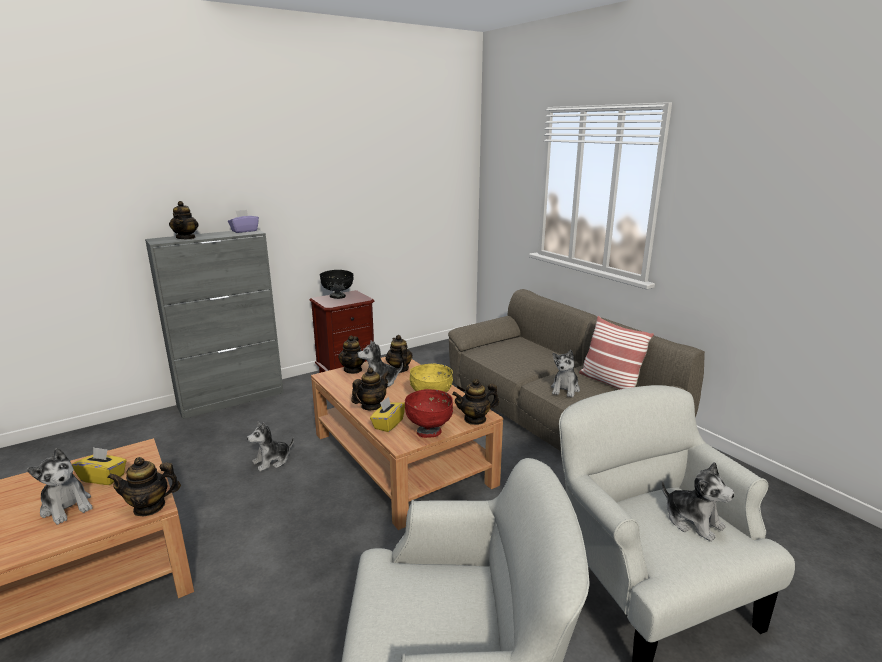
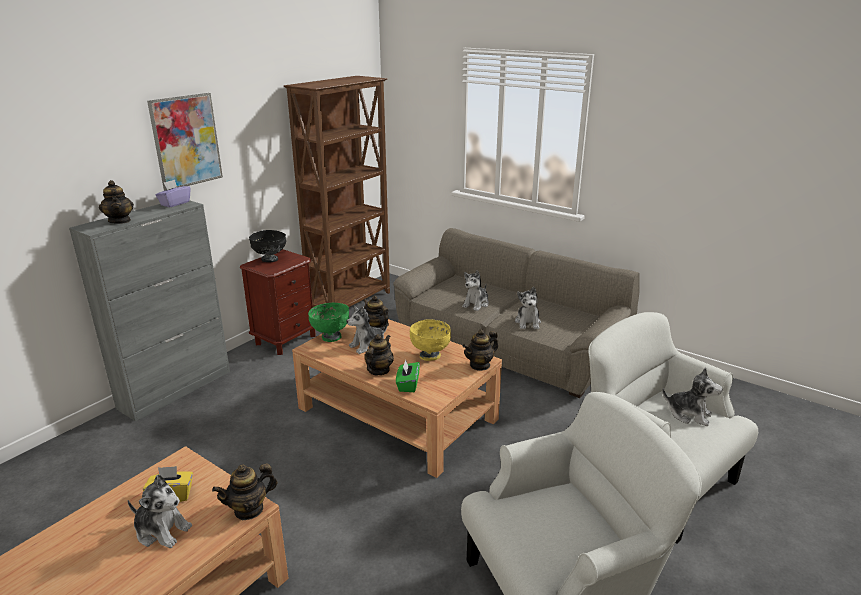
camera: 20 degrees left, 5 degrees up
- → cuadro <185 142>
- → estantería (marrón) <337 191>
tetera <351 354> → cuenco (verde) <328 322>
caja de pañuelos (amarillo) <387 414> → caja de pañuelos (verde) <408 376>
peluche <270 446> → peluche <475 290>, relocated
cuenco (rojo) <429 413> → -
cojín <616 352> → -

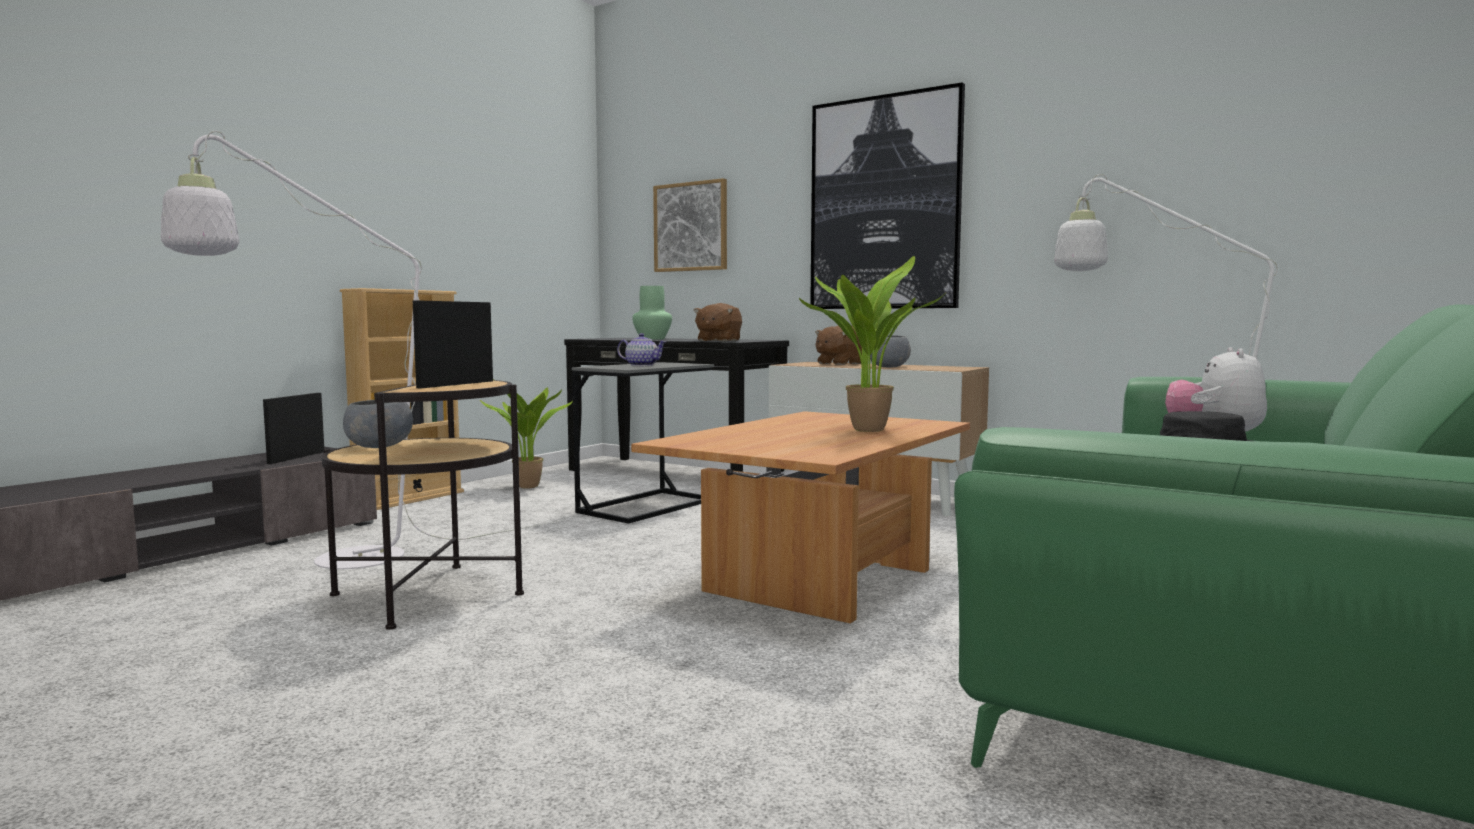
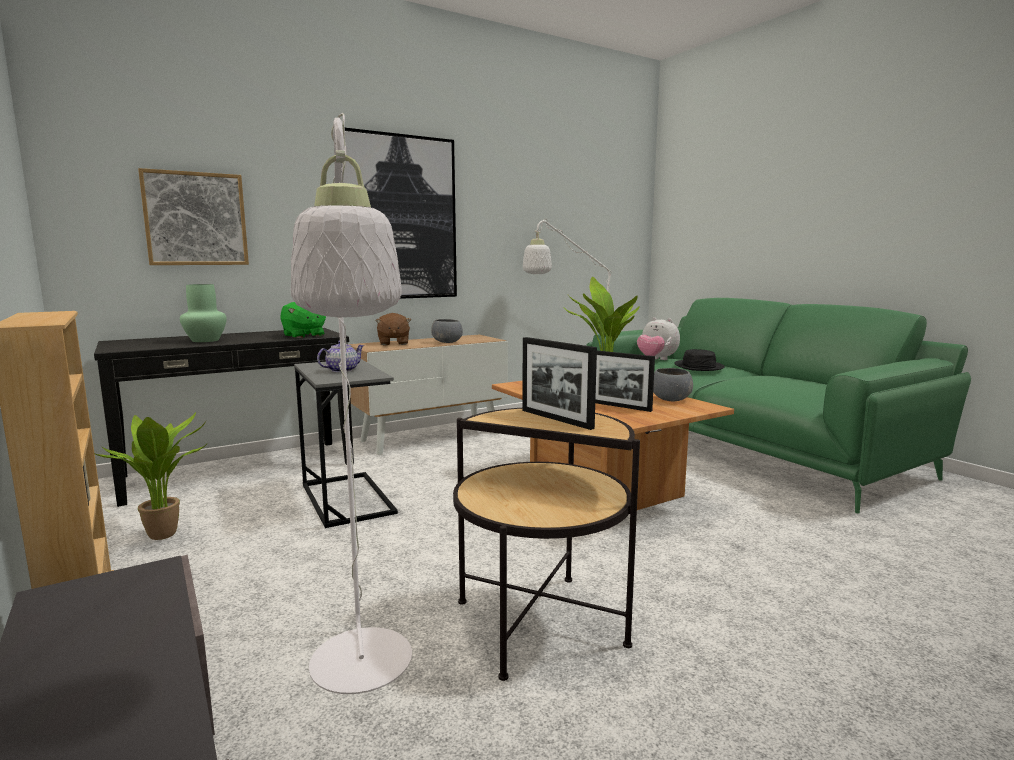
camera: 65 degrees left, 5 degrees up
peluche (marrón) <717 322> → peluche (verde) <303 320>
portarretratos <293 428> → portarretratos <625 381>, relocated
cuenco (gris) <378 424> → cuenco (gris) <673 384>, relocated

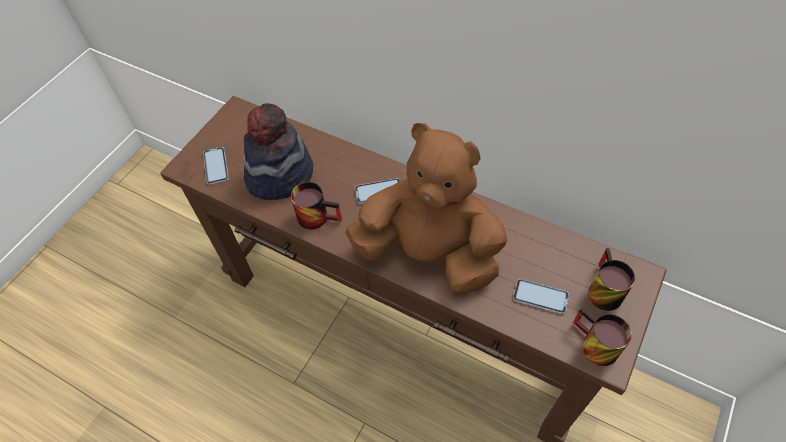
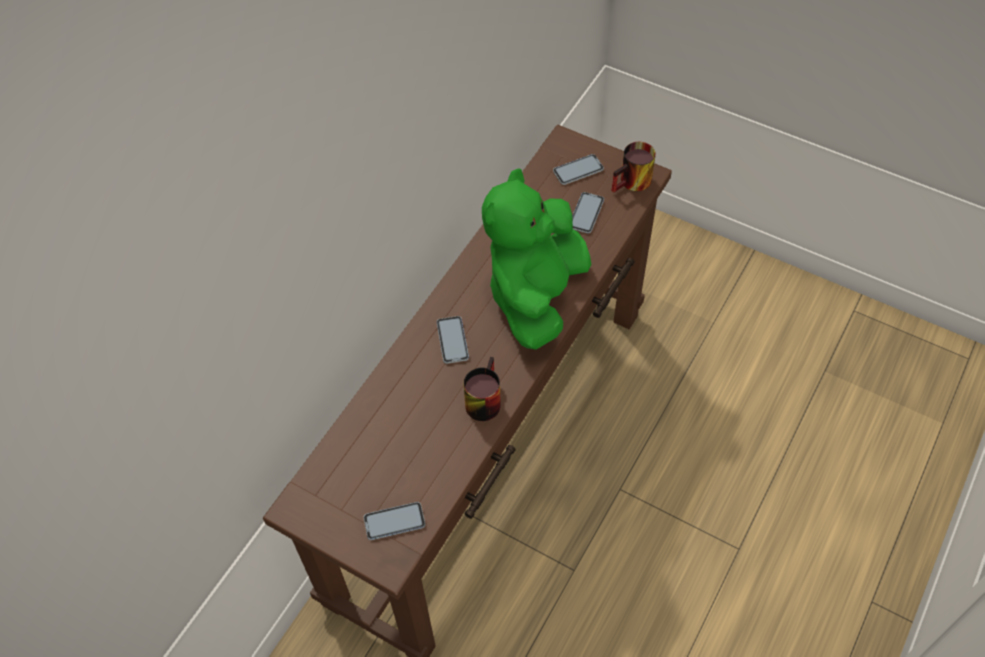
camera: 90 degrees left, 0 degrees up
peluche (marrón) <426 208> → peluche (verde) <536 259>
taza grande <611 279> → móvil <578 169>
sombrero <278 151> → -

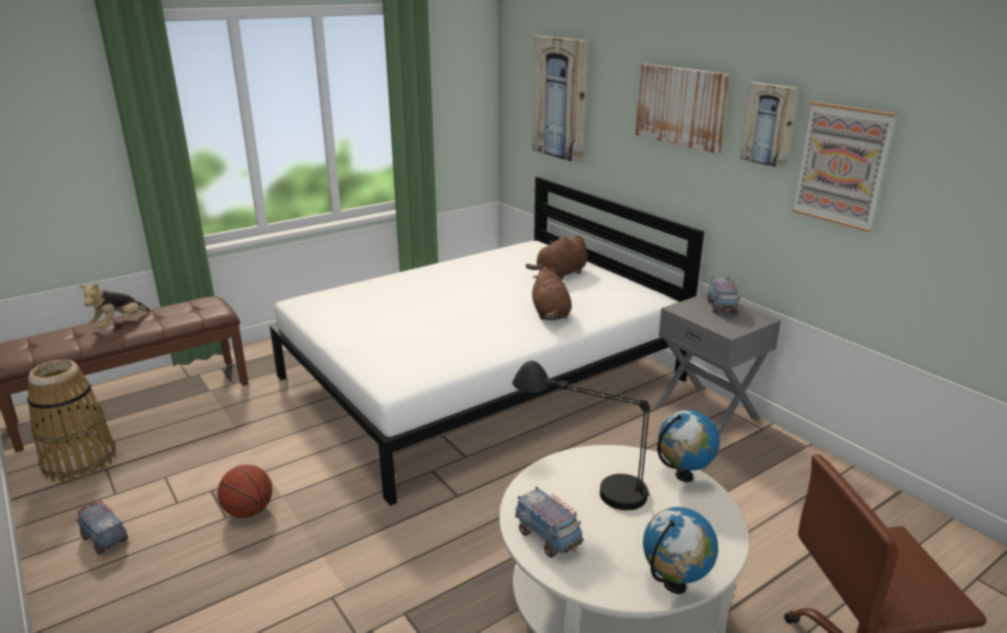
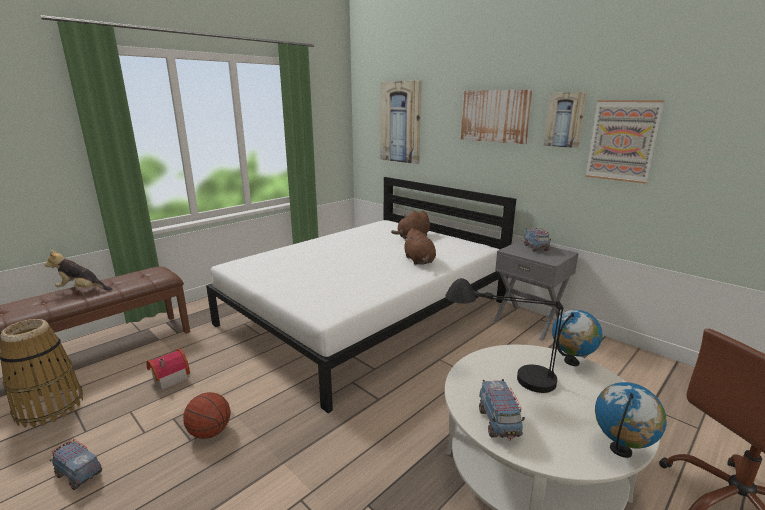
camera: 10 degrees left, 5 degrees down
peluche <114 305> → peluche <78 270>, 75 degrees clockwise
- → casita <168 370>
camión de juguete <549 522> → camión de juguete <502 410>, 45 degrees clockwise

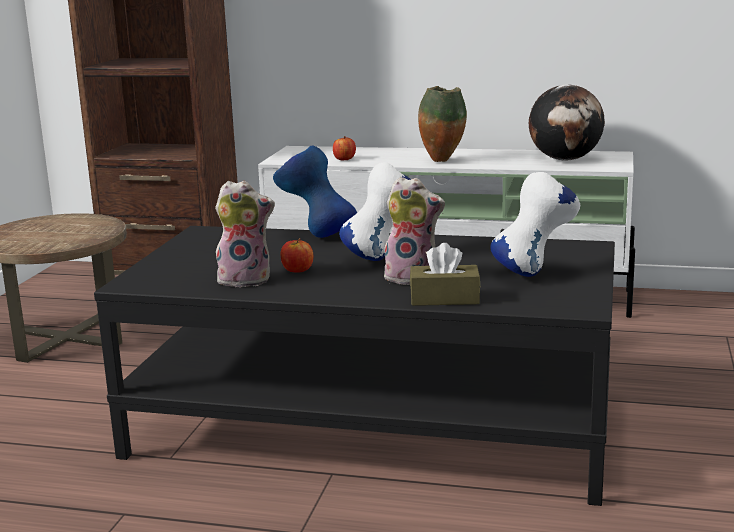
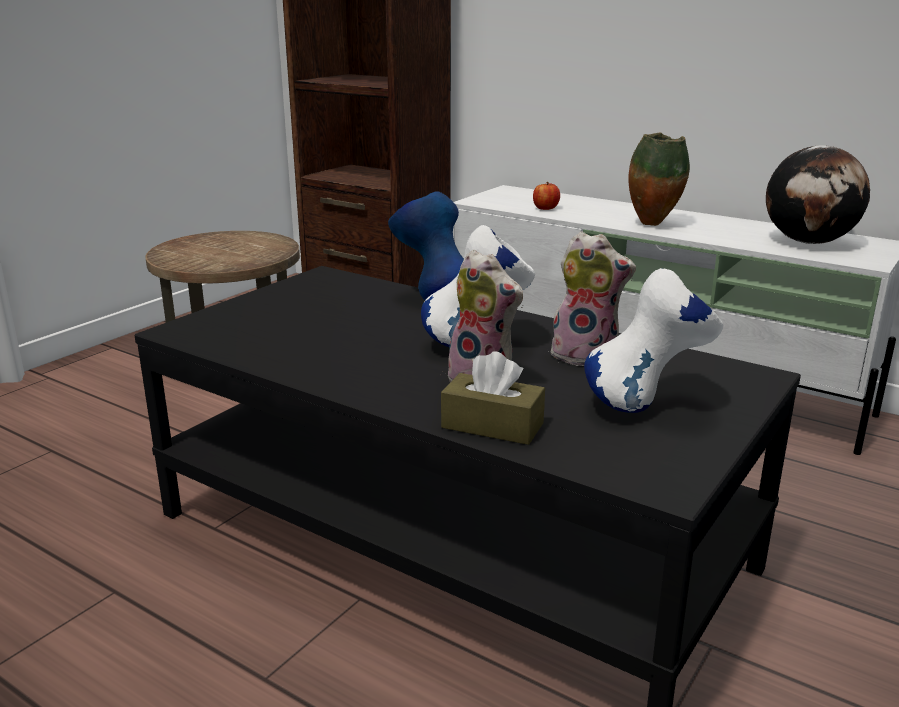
camera: 20 degrees right, 5 degrees up
peluche <245 234> → peluche <591 299>, relocated
manzana <297 255> → -

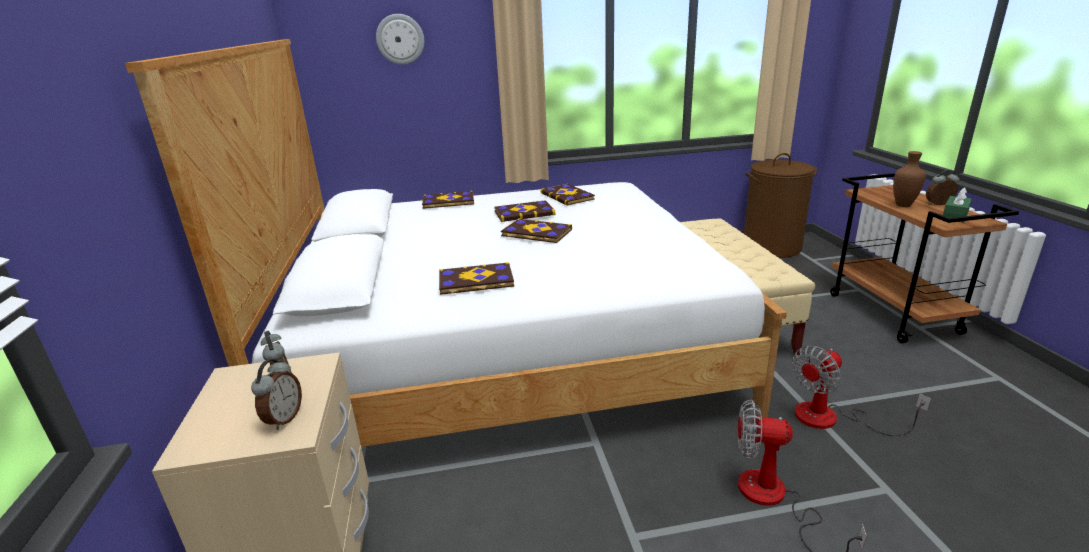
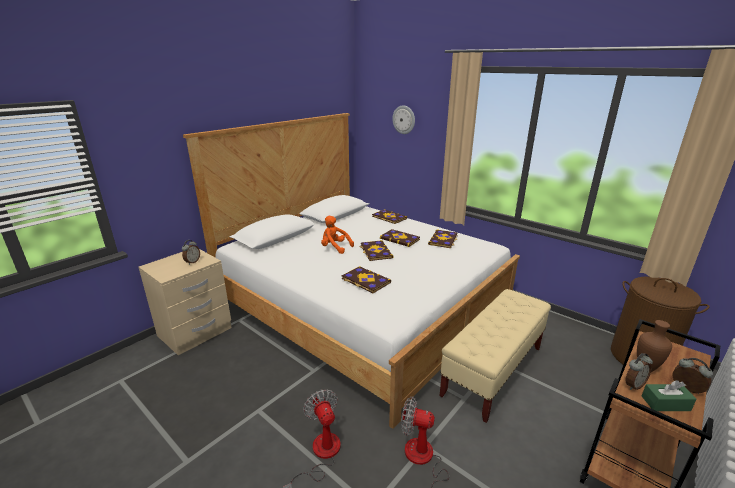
camera: 50 degrees right, 0 degrees up
- → peluche (naranja) <337 235>
libro <476 278> → libro <366 279>, relocated
despertador <276 394> → despertador <639 371>, relocated

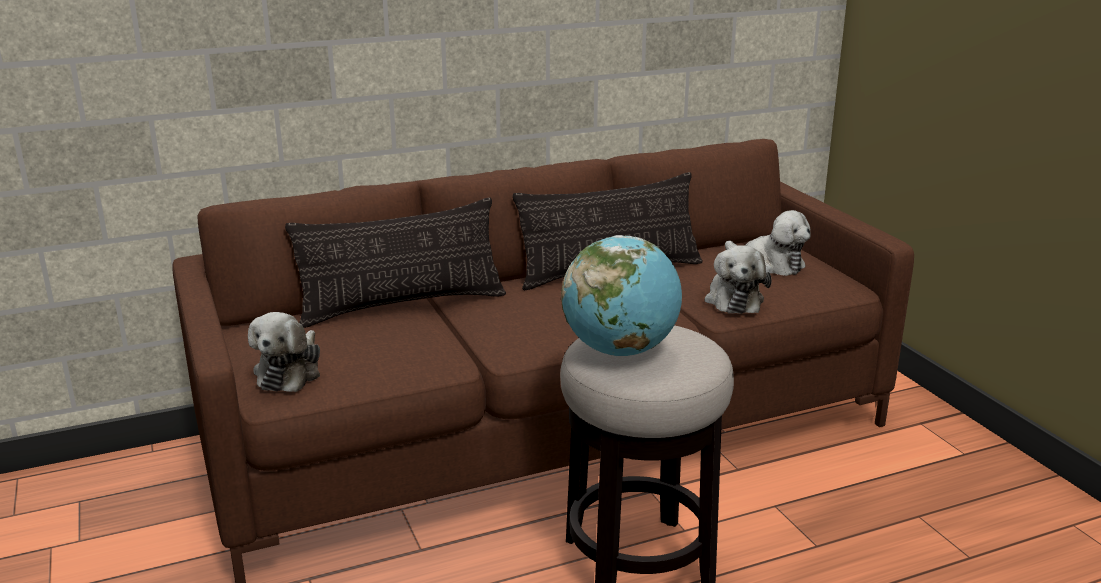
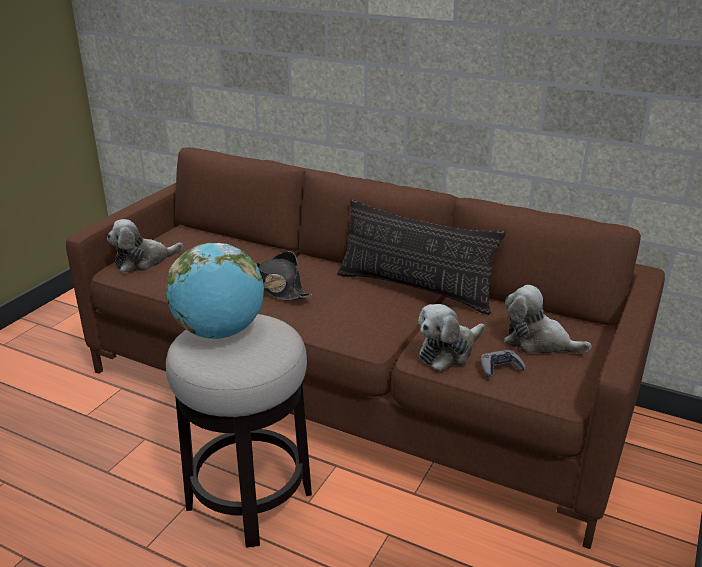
camera: 50 degrees right, 5 degrees up
- → sombrero (negro) <283 275>
- → mando de consola (gris) <503 363>
peluche <768 243> → peluche <547 319>, 120 degrees clockwise
cojín <395 263> → -

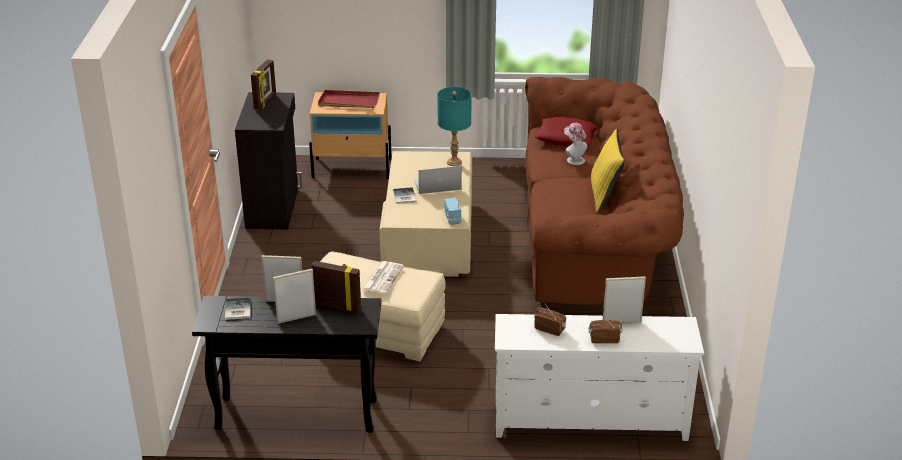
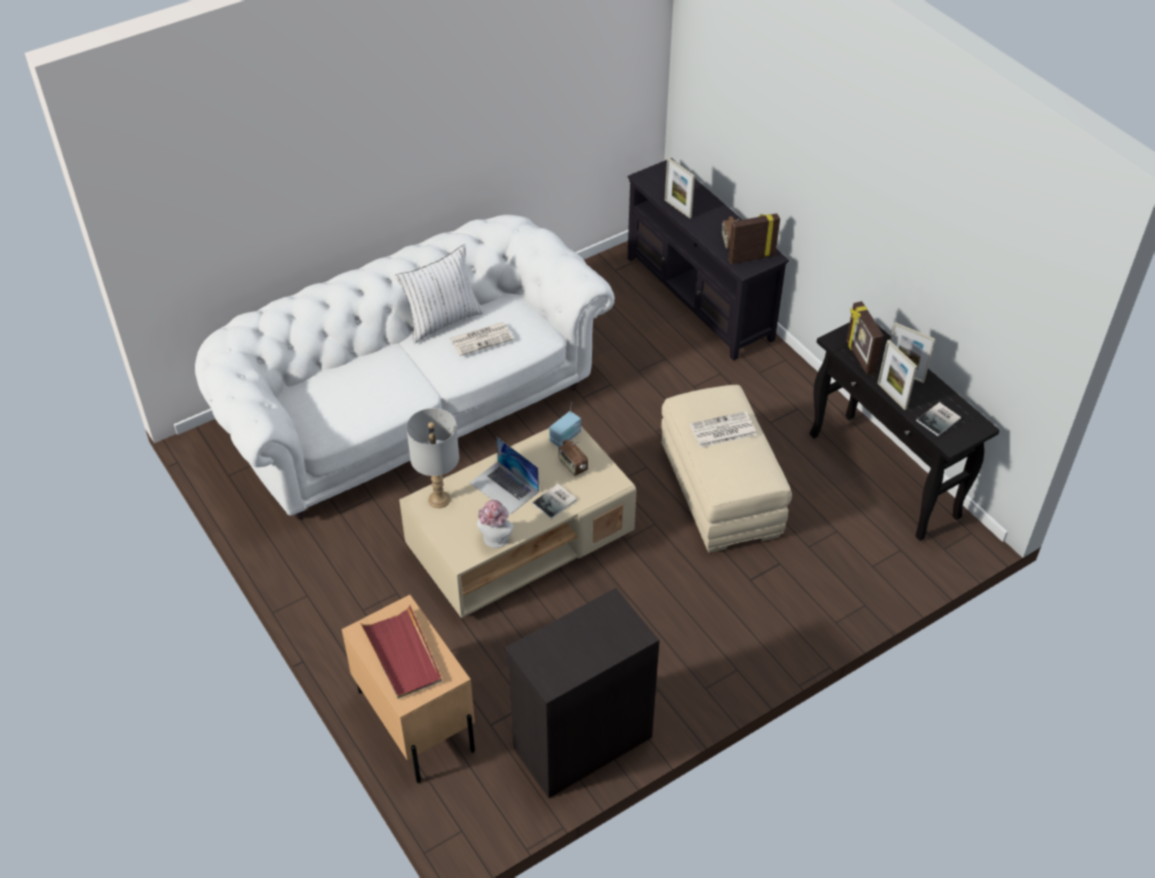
camera: 125 degrees left, 15 degrees up
sofá (marrón) <604 193> → sofá (blanco) <405 367>
cojín (amarillo) <608 170> → cojín (blanco) <439 293>
lámpara de mesa (turquesa) <454 126> → lámpara de mesa (gris) <432 458>
- → periódico <482 339>
sombrero <575 144> → sombrero <495 524>, relocated
radio <605 329> → radio <573 458>, relocated
mueble de televisión (blanco) <599 377> → mueble de televisión (negro) <708 259>
portarretratos <263 84> → portarretratos <754 238>, relocated
cojín (rojo) <566 131> → -

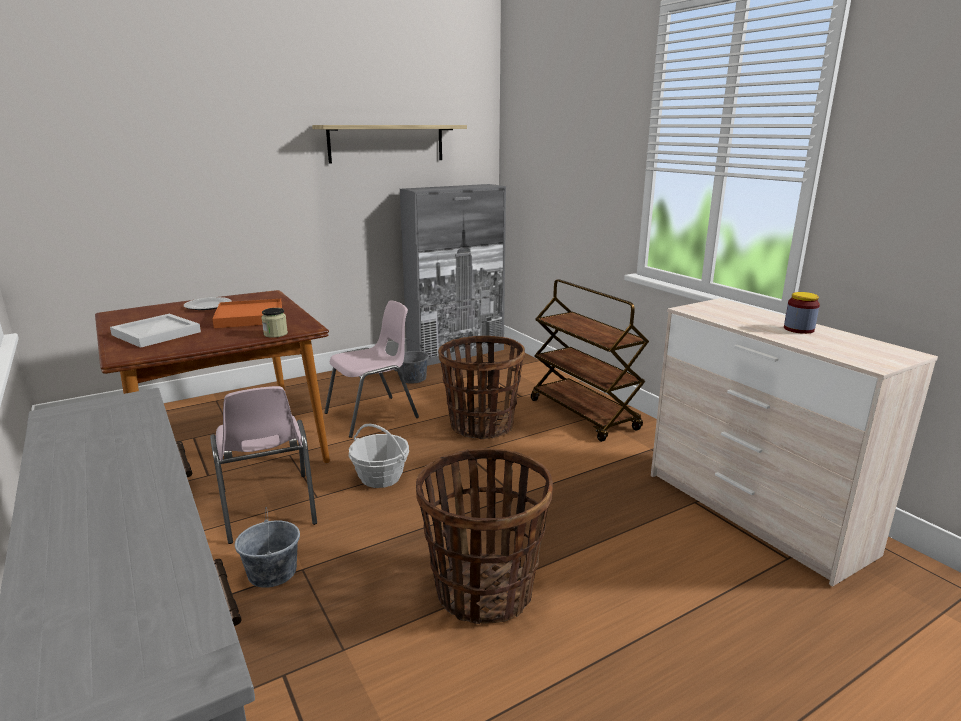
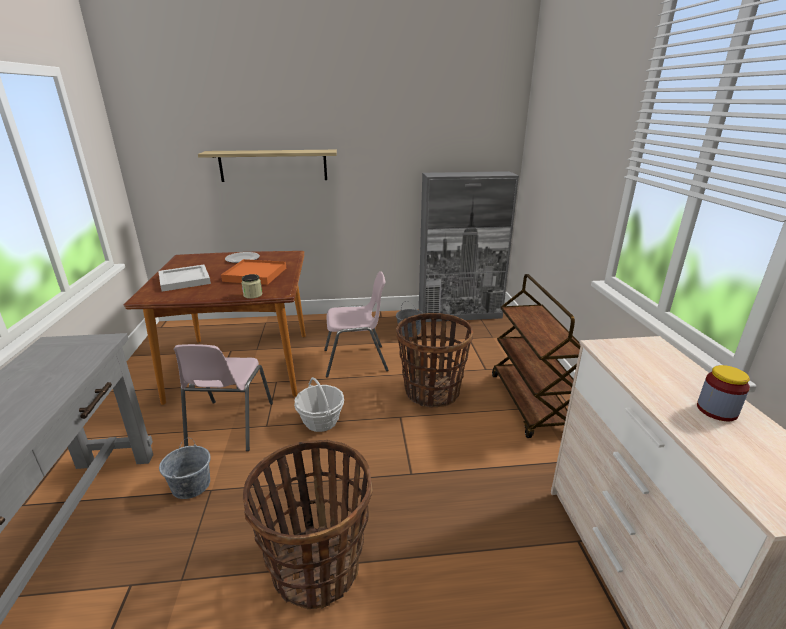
camera: 25 degrees right, 5 degrees up
estante <389 144> → estante <267 166>, relocated

